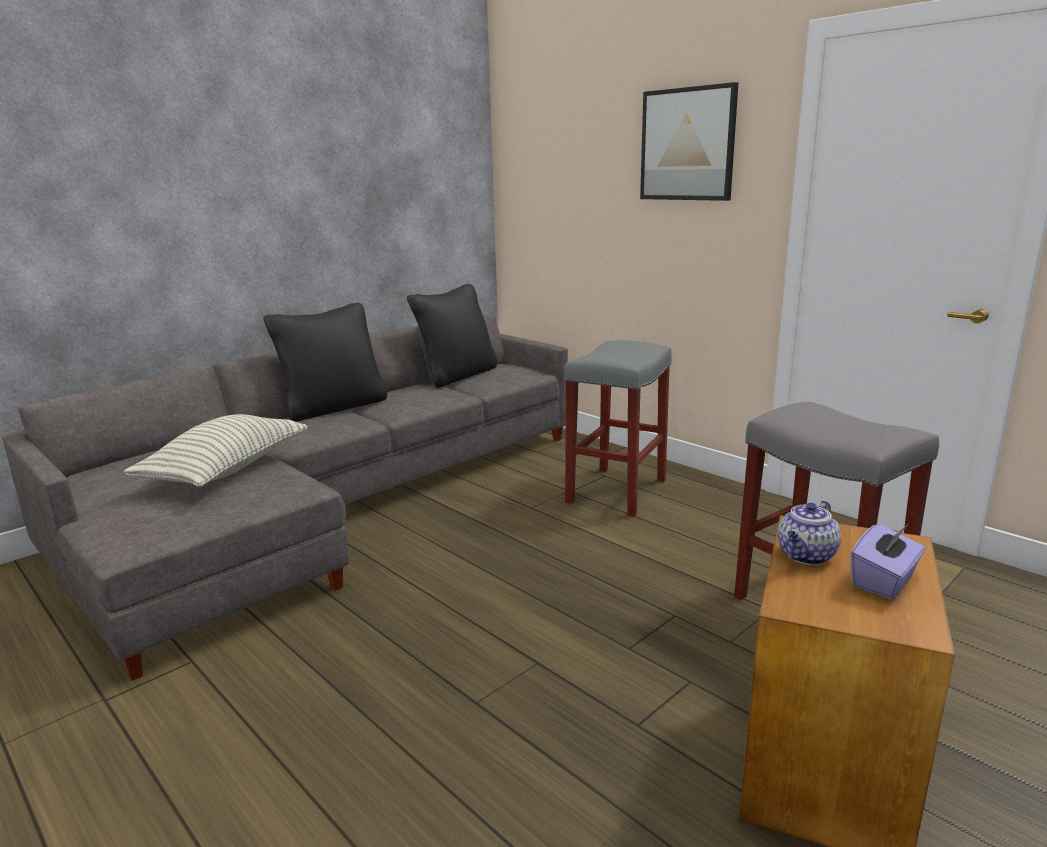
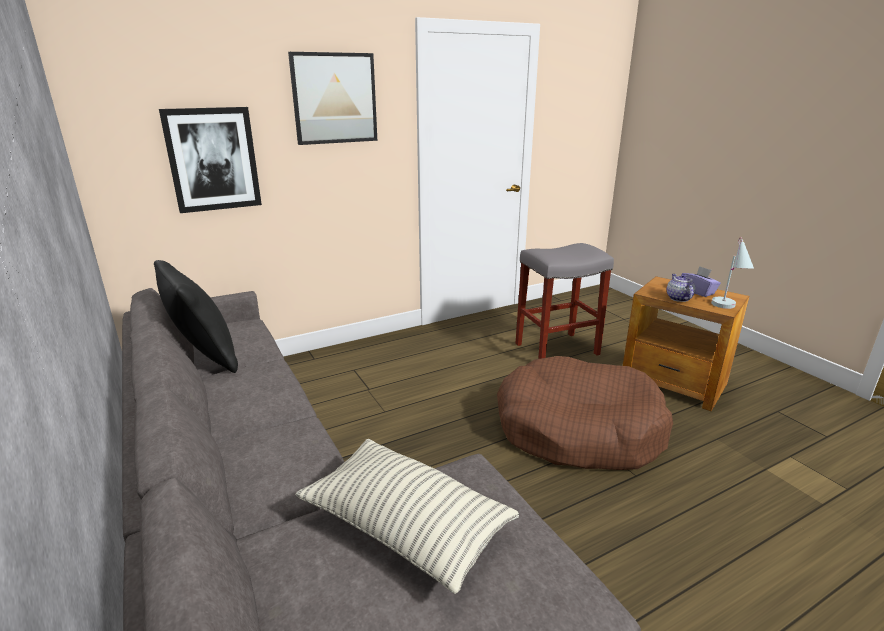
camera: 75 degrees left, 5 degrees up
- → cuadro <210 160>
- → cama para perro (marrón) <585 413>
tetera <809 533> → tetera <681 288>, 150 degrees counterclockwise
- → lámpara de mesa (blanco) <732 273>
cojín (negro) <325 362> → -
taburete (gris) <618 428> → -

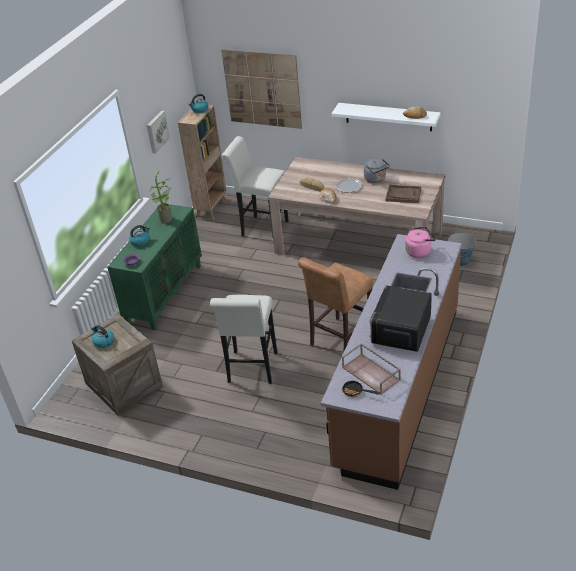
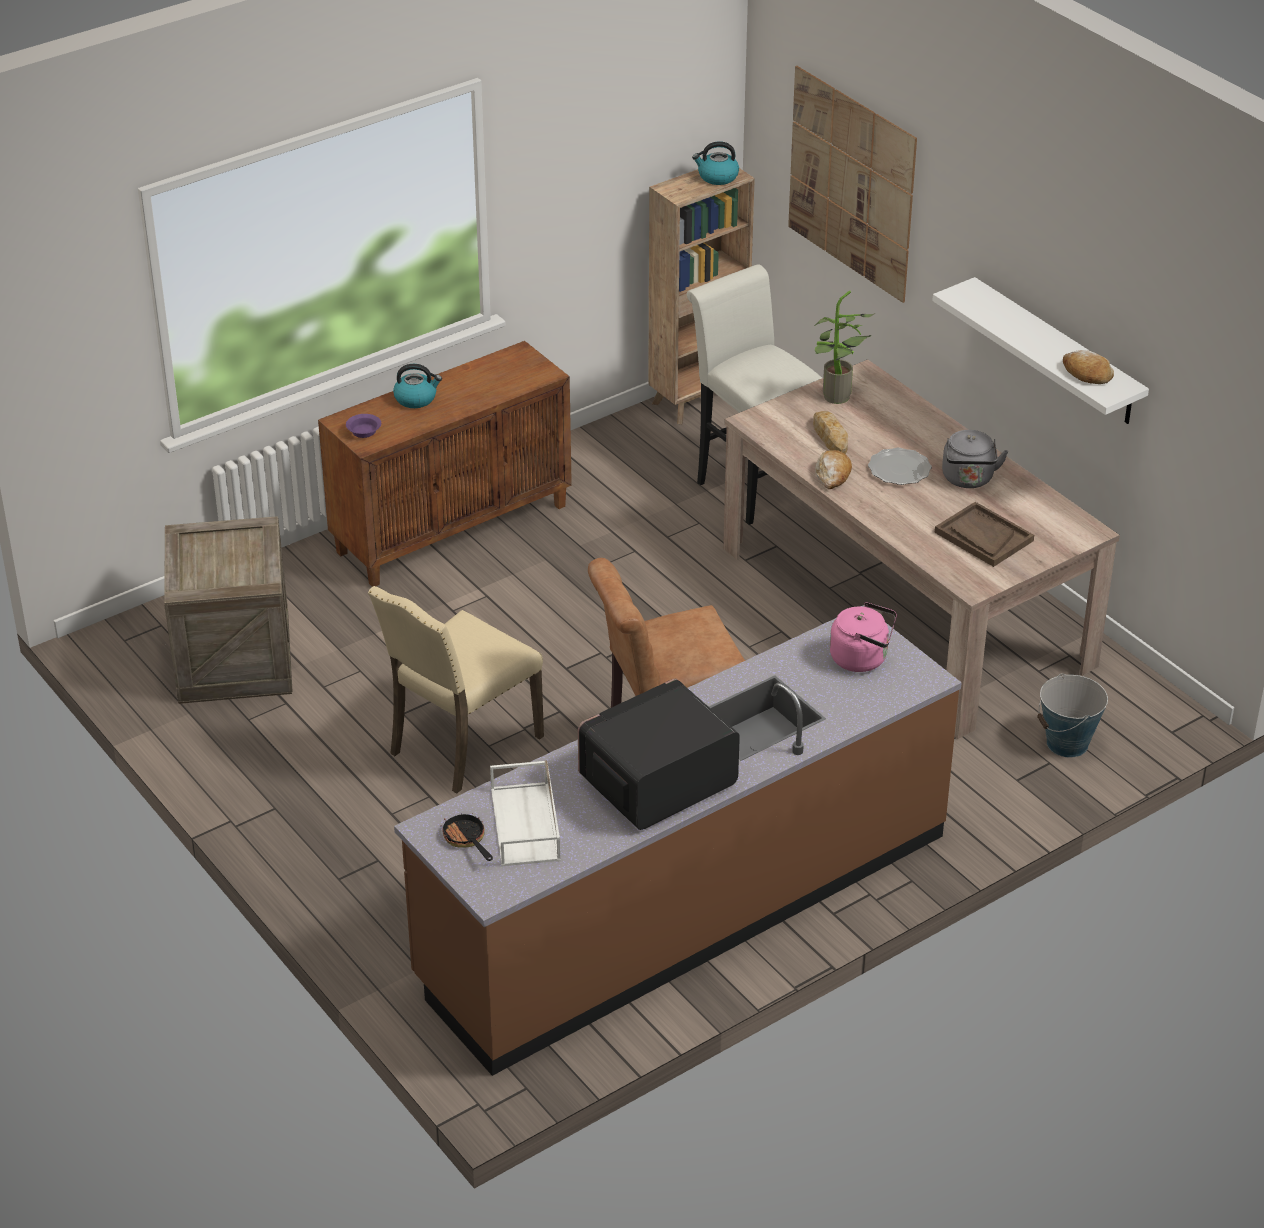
camera: 30 degrees right, 0 degrees up
armario (verde) <155 267> → armario (marrón) <445 464>
taburete (blanco) <244 339> → silla (beis) <456 689>
bandeja (marrón) <371 369> → bandeja (blanco) <525 813>
planta en maceta <161 197> → planta en maceta <845 347>, relocated
hervidor <102 336> → -
cuadro <158 132> → -

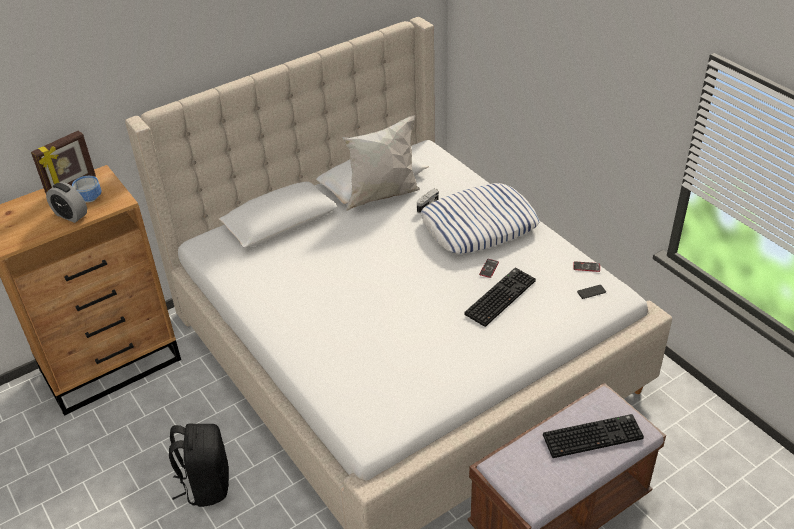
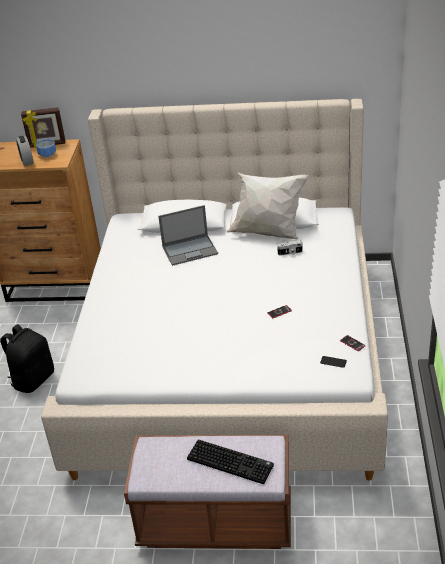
camera: 40 degrees right, 5 degrees down
- → portátil <188 235>
cojín <479 218> → -
teclado <500 297> → -

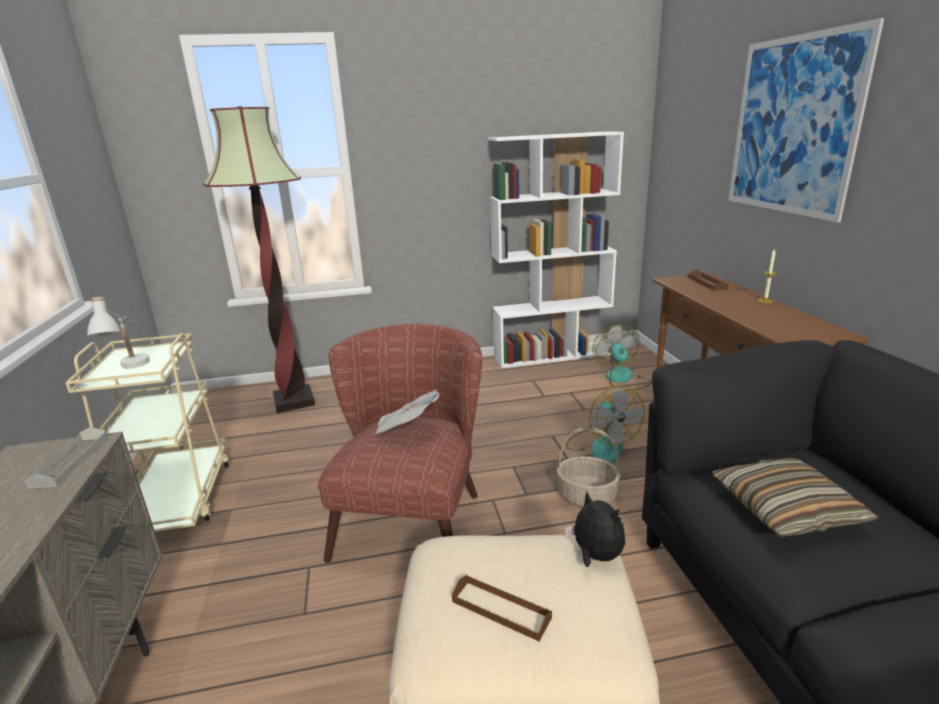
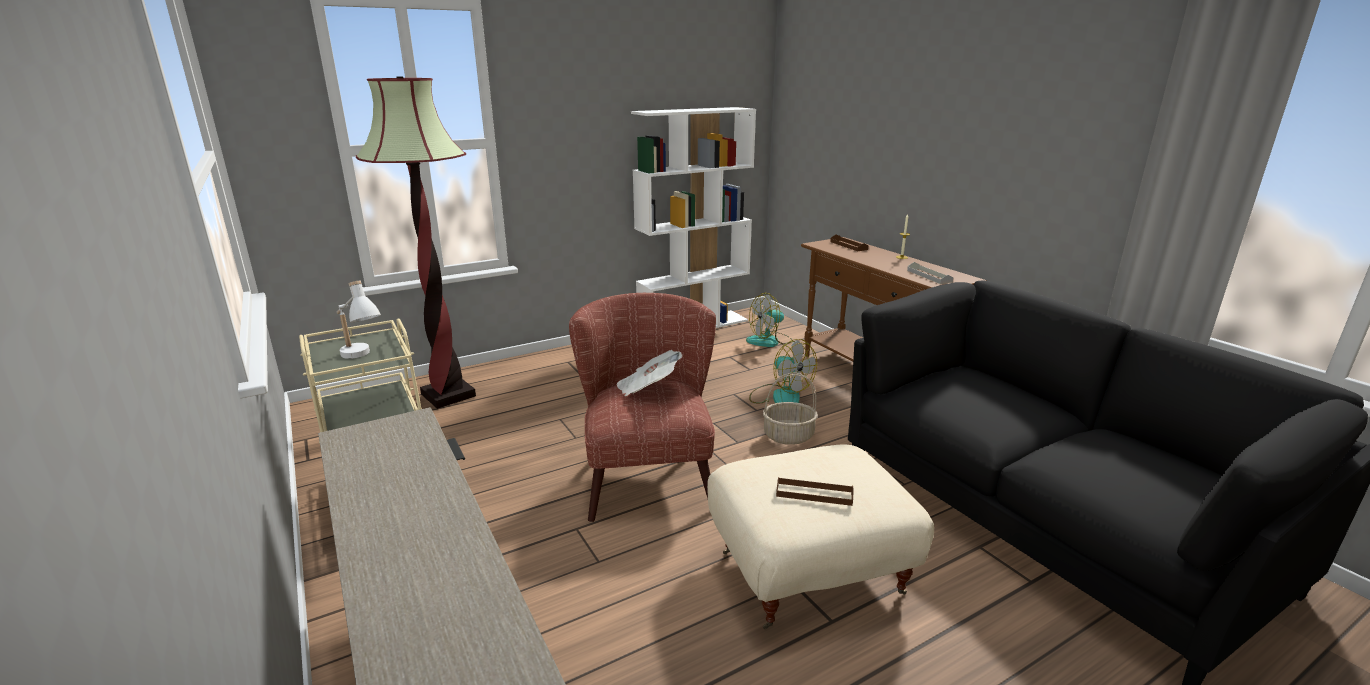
camera: 20 degrees left, 0 degrees up
ventilador <622 358> → ventilador <768 320>, 90 degrees counterclockwise
bandeja (gris) <66 458> → bandeja (gris) <930 273>, relocated
peluche <595 529> → -
cojín <795 497> → -
cuadro <806 120> → -

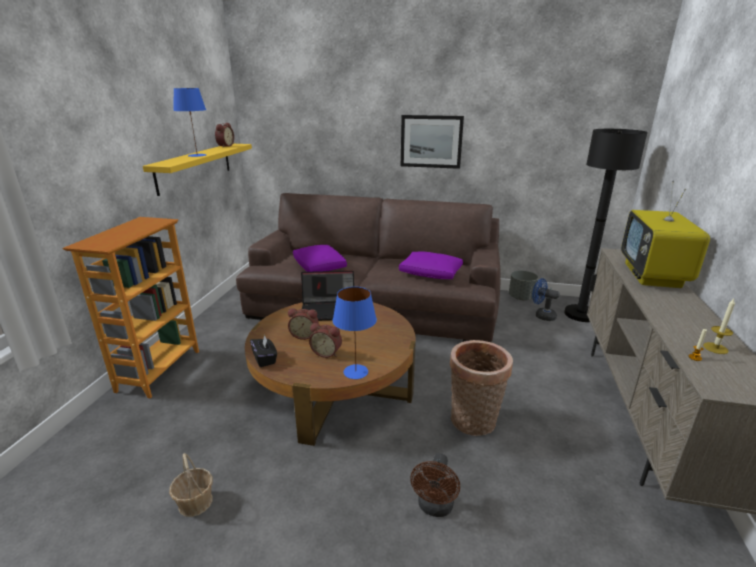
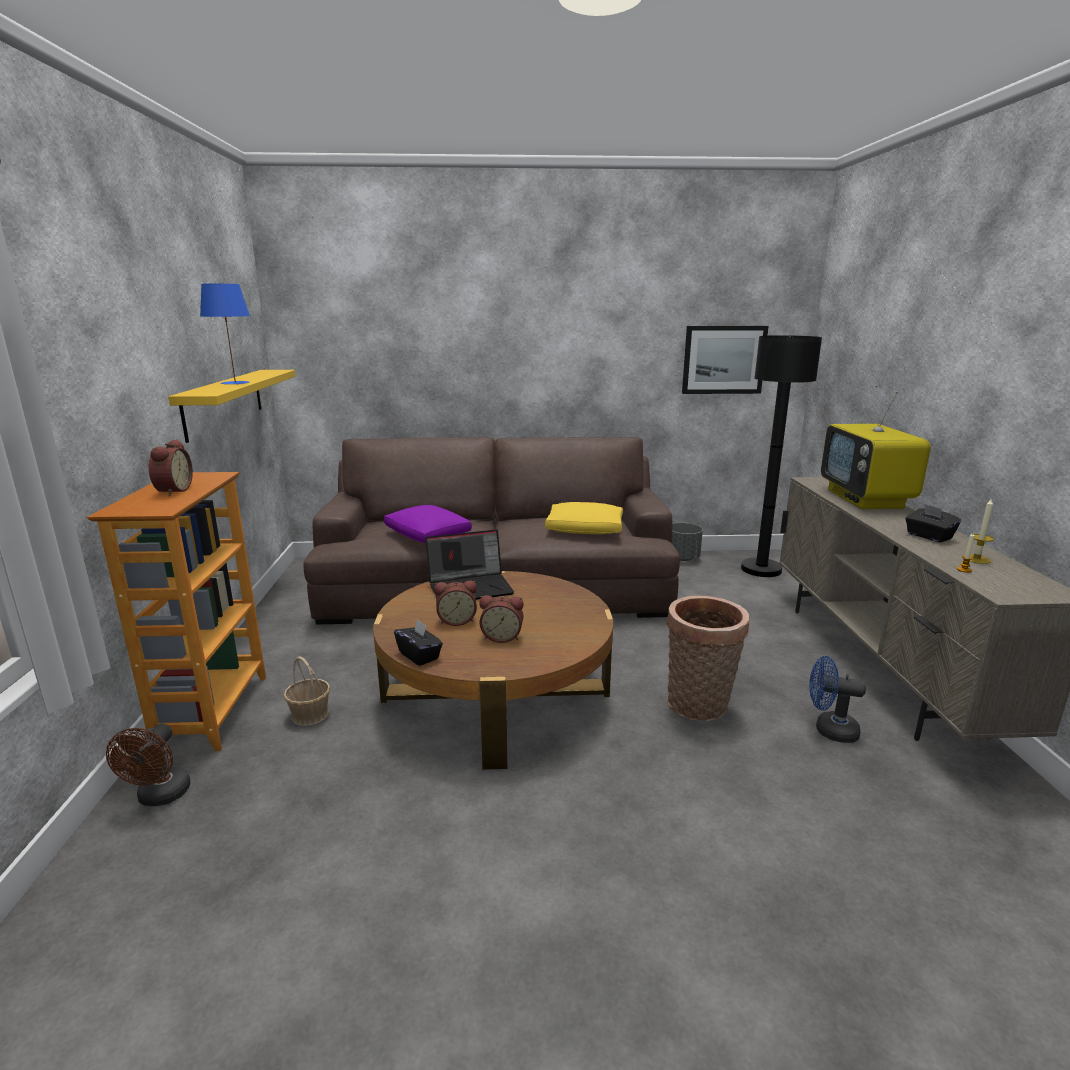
camera: 15 degrees left, 5 degrees down
ventilador (marrón) <435 485> → ventilador (marrón) <148 765>, relocated
despertador <224 135> → despertador <171 467>, relocated
cesta <191 485> → cesta <307 691>, relocated
cojín (morado) <431 265> → cojín (amarillo) <584 518>
cuadro <432 142> → cuadro <725 360>, relocated
ventilador (azul) <546 299> → ventilador (azul) <837 699>, relocated
- → caja de pañuelos (negro) <933 523>
lámpara de mesa (azul) <355 333> → -

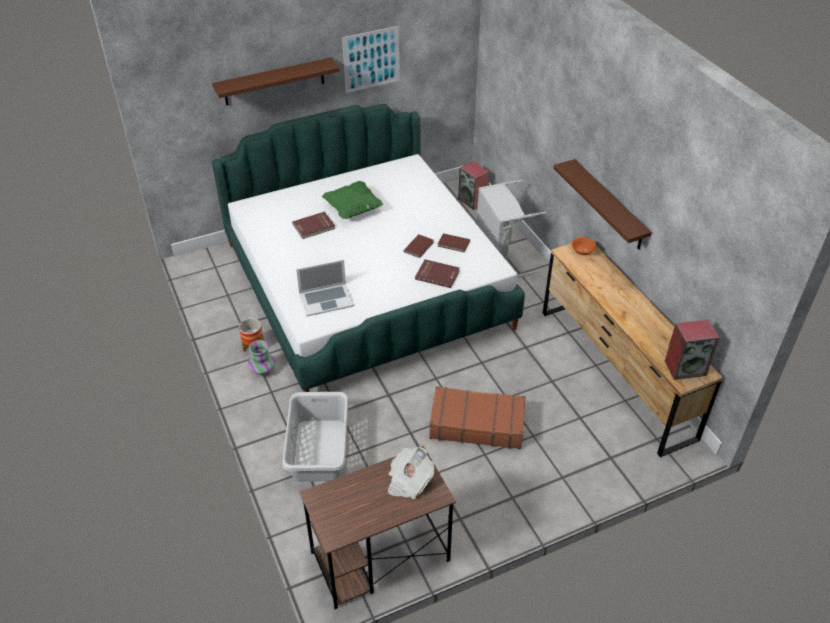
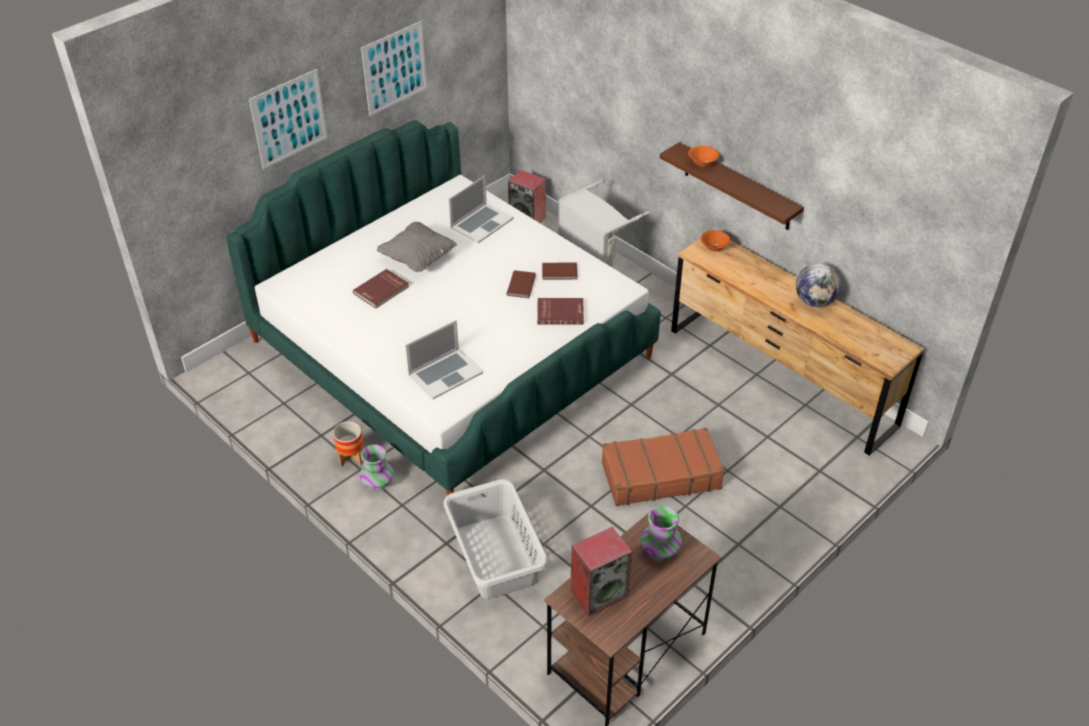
camera: 20 degrees left, 0 degrees up
estante (marrón) <276 81> → cuadro <288 119>
cojín (verde) <352 200> → cojín (gris) <417 247>
- → portátil <481 209>
altavoz <692 349> → altavoz <601 571>, relocated
periódico <411 473> → florero <661 533>
- → cuenco (naranja) <703 156>
- → globo terráqueo <818 285>

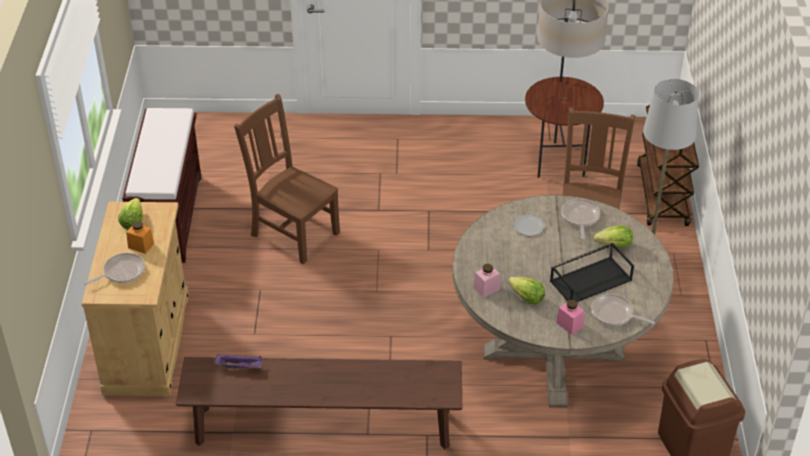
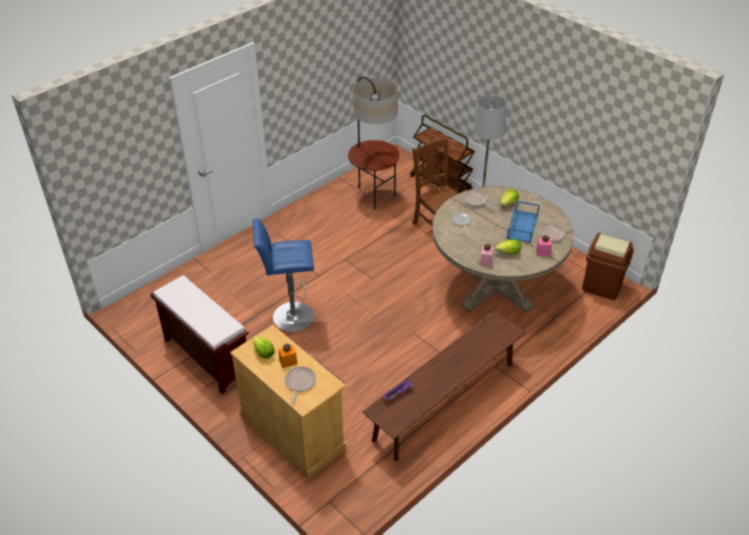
camera: 45 degrees left, 0 degrees up
silla (marrón) <287 179> → taburete (azul) <283 275>
bandeja (negro) <592 272> → bandeja (azul) <523 222>

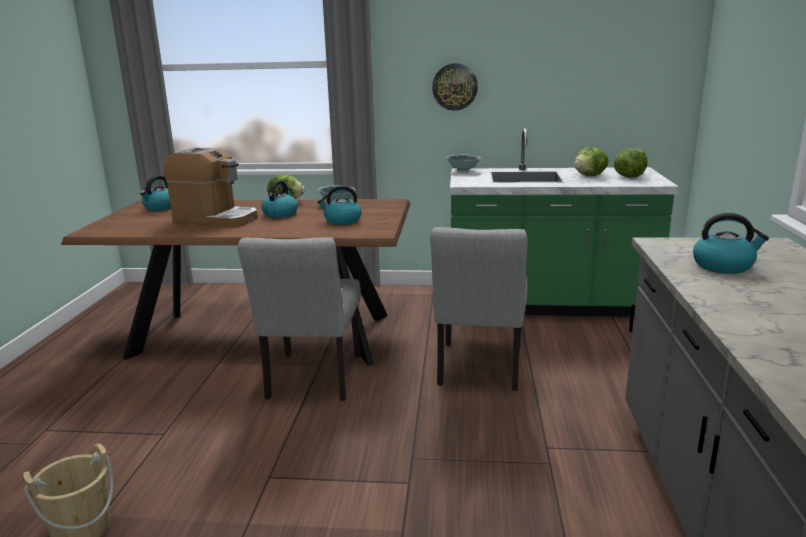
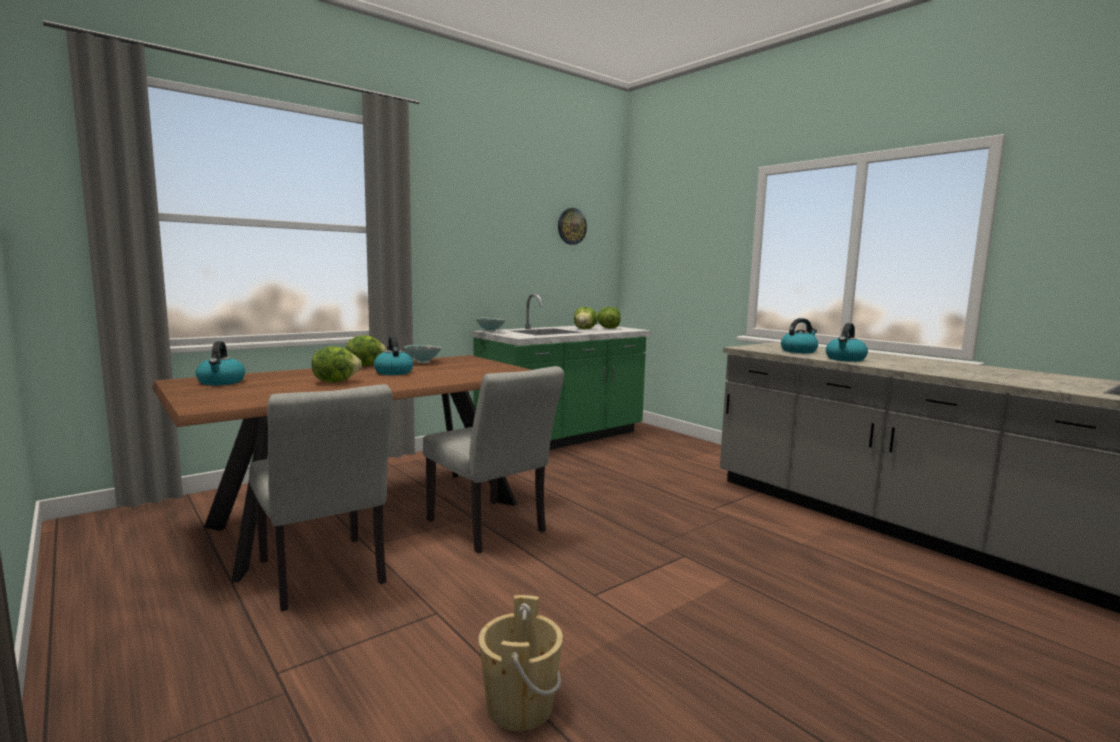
camera: 45 degrees left, 10 degrees down
silla (gris) <479 309> → silla (gris) <321 497>, relocated
cafetera <210 187> → lechuga <336 364>
reloj de pared <455 87> → reloj de pared <572 226>, relocated
hervidor <339 205> → hervidor <847 342>, relocated

